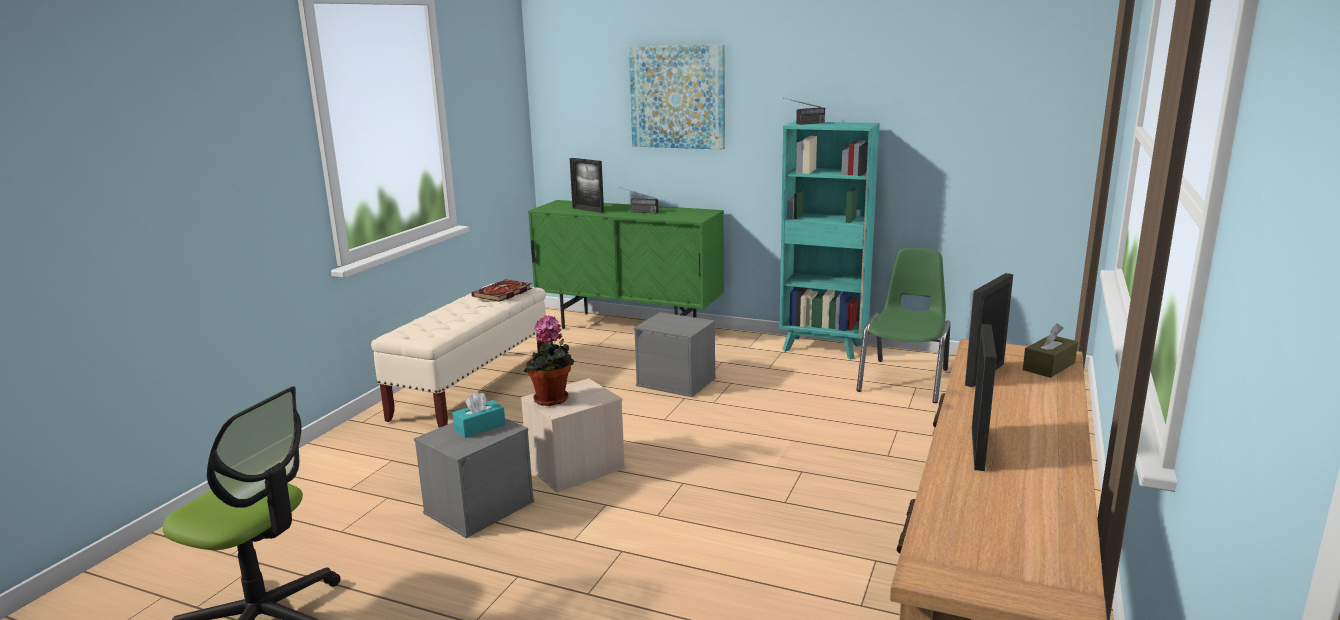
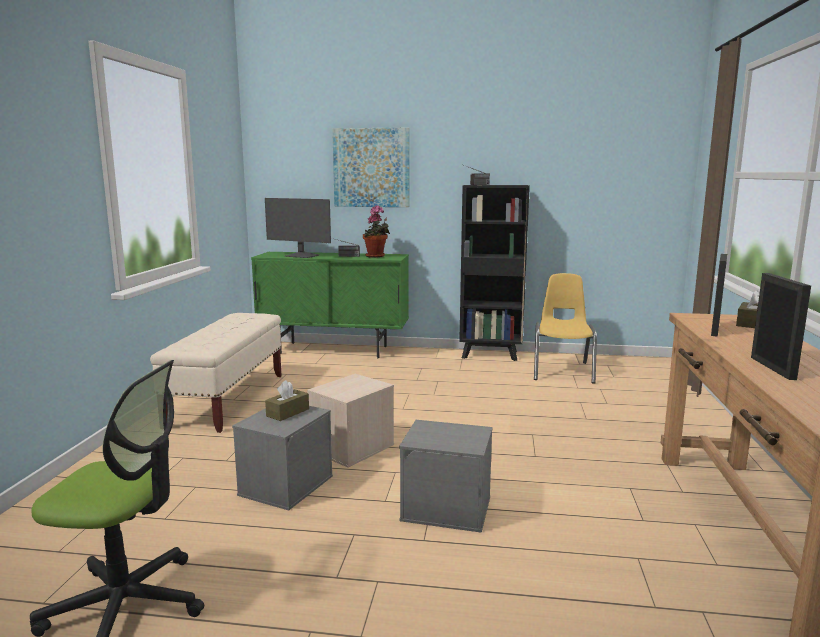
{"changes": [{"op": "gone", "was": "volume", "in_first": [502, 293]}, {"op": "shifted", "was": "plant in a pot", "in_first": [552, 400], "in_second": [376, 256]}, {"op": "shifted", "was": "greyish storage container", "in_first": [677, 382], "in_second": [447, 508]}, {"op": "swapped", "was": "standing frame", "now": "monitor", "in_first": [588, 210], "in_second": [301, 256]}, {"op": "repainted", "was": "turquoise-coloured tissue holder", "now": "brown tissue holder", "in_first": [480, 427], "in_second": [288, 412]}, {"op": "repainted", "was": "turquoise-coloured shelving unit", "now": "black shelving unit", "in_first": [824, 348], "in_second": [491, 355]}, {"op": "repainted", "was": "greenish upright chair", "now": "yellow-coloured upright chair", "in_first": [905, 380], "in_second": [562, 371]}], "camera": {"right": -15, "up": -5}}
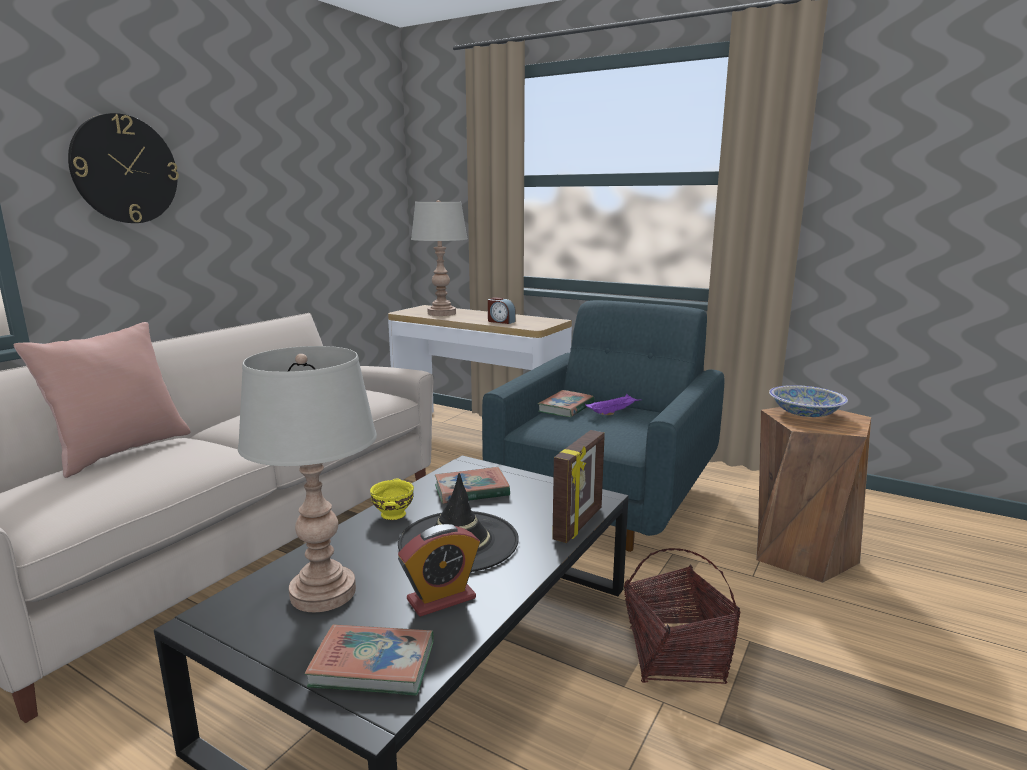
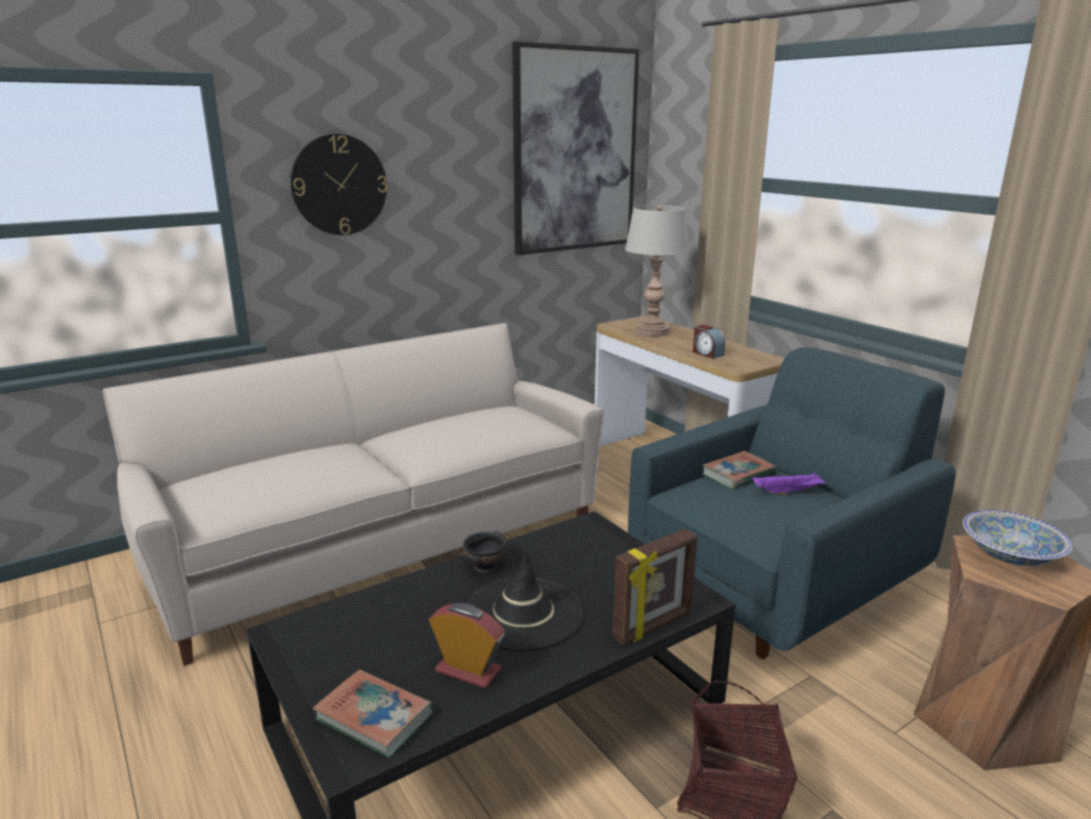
{"changes": [{"op": "gone", "was": "pinkish throw pillow", "in_first": [121, 451]}, {"op": "gone", "was": "greyish lamp for a table", "in_first": [323, 593]}, {"op": "gone", "was": "volume", "in_first": [471, 490]}, {"op": "new", "now": "picture", "in_second": [575, 151]}, {"op": "repainted", "was": "yellow-coloured bowl", "now": "black bowl", "in_first": [394, 514], "in_second": [486, 566]}, {"op": "rotated", "was": "table clock", "in_first": [441, 599], "in_second": [468, 671], "clockwise": -150}], "camera": {"right": 25, "up": 5}}
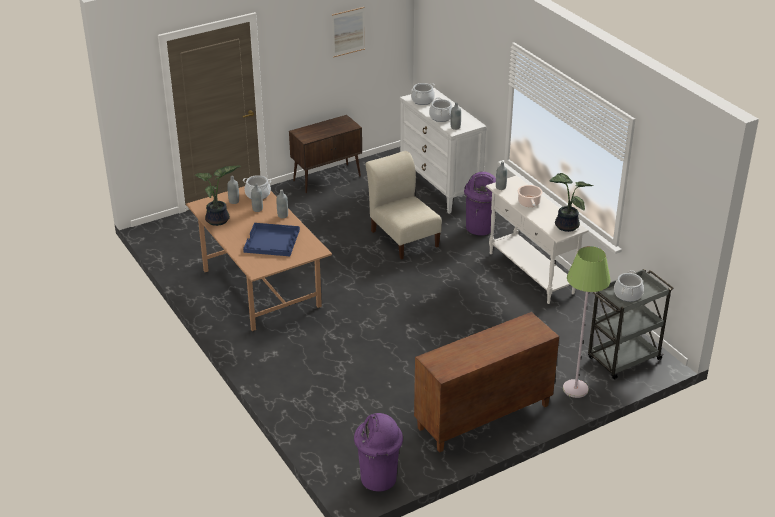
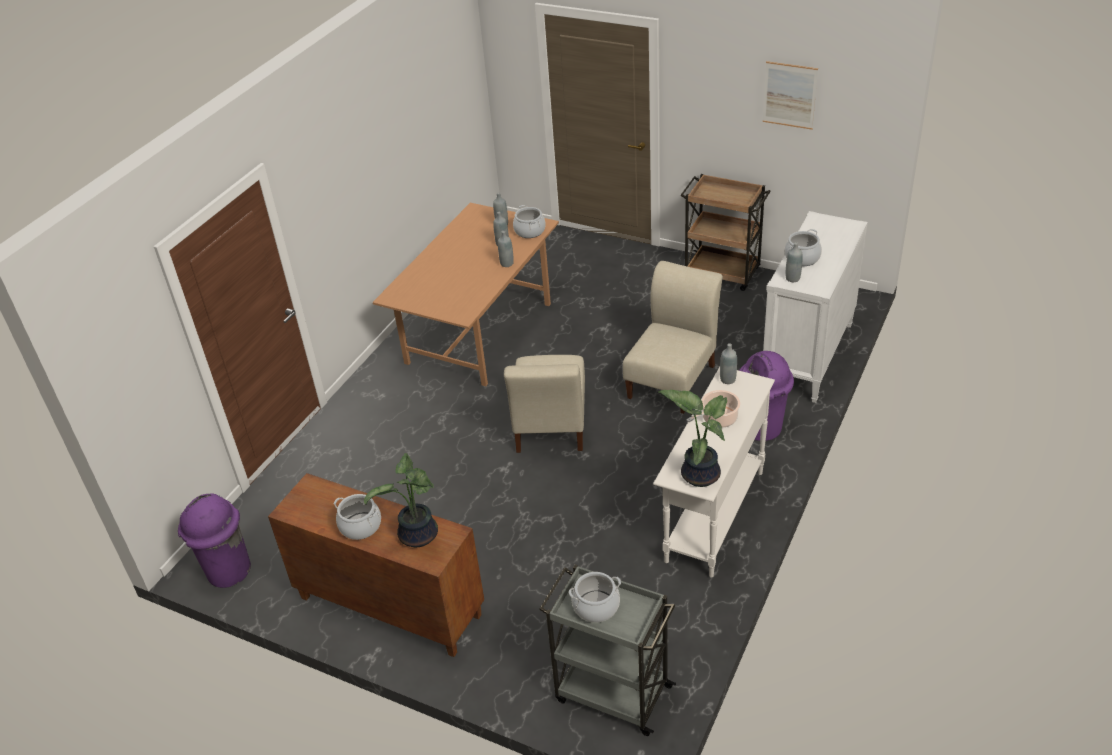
{"changes": [{"op": "gone", "was": "blue tray", "in_first": [272, 241]}, {"op": "gone", "was": "greenish floor lamp", "in_first": [575, 389]}, {"op": "new", "now": "sand-coloured upright chair", "in_second": [550, 426]}, {"op": "shifted", "was": "plant in a pot", "in_first": [218, 220], "in_second": [418, 537]}, {"op": "shifted", "was": "saucepot", "in_first": [422, 100], "in_second": [360, 526]}, {"op": "swapped", "was": "brown storage cabinet", "now": "brown cart", "in_first": [327, 178], "in_second": [722, 273]}], "camera": {"right": 60, "up": 5}}
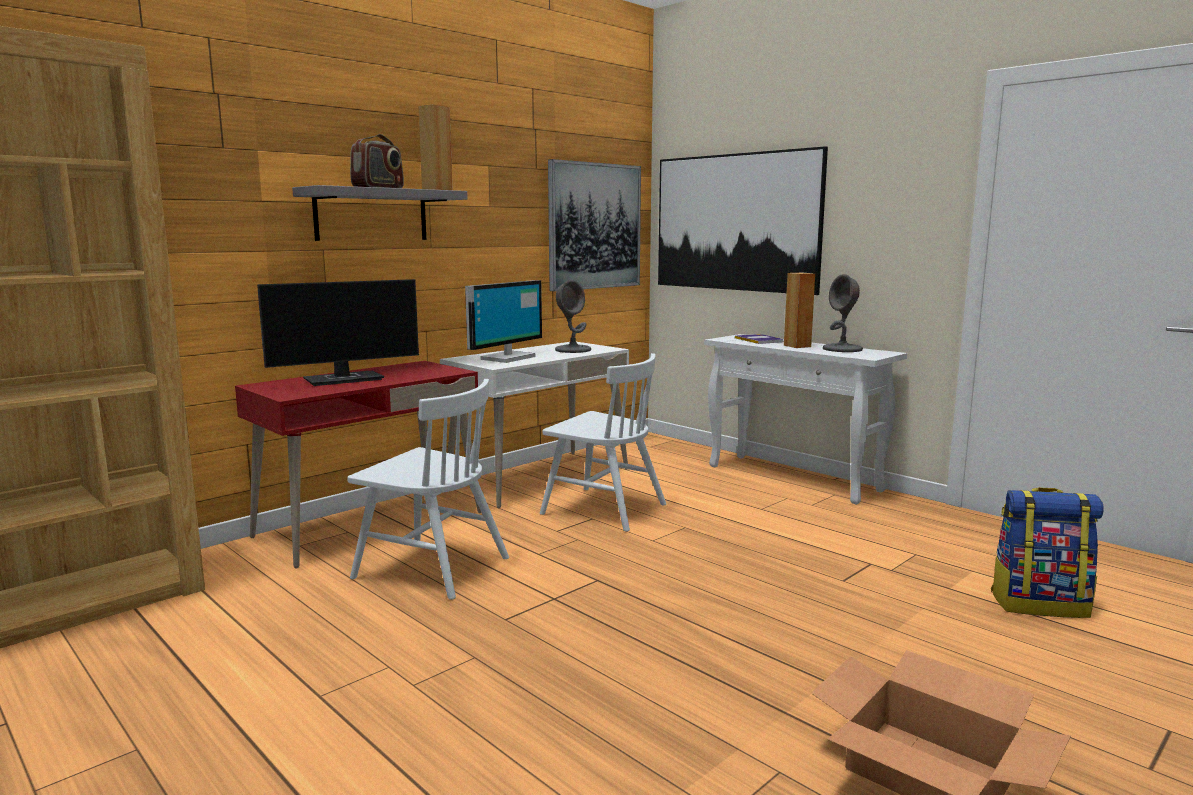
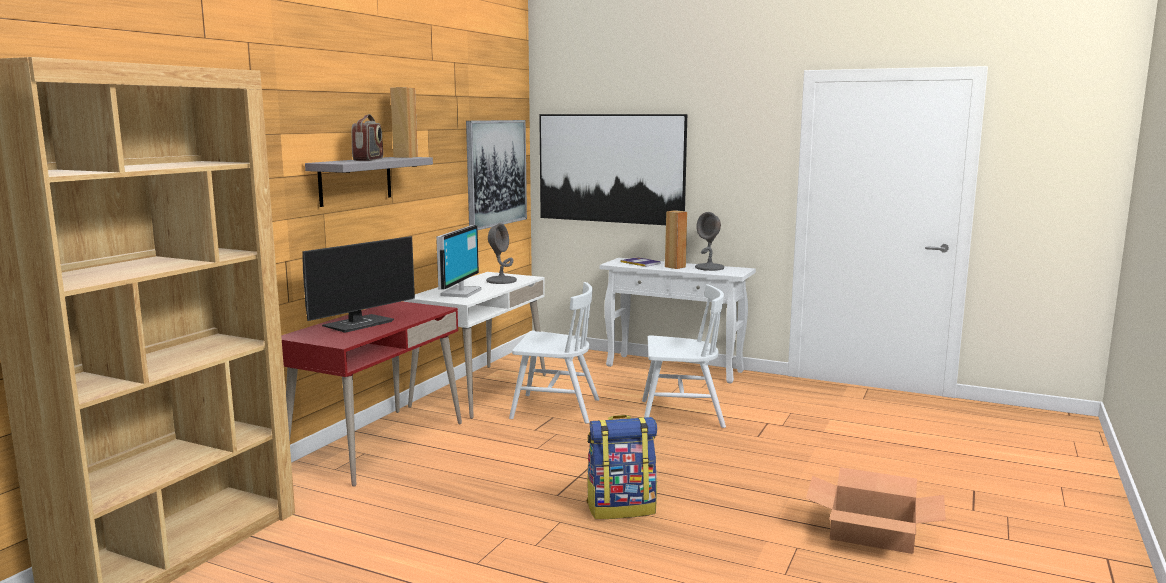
{"changes": [{"op": "shifted", "was": "whitish upright chair", "in_first": [431, 567], "in_second": [681, 414]}, {"op": "shifted", "was": "knapsack", "in_first": [1039, 604], "in_second": [621, 508]}], "camera": {"right": -20, "up": 0}}
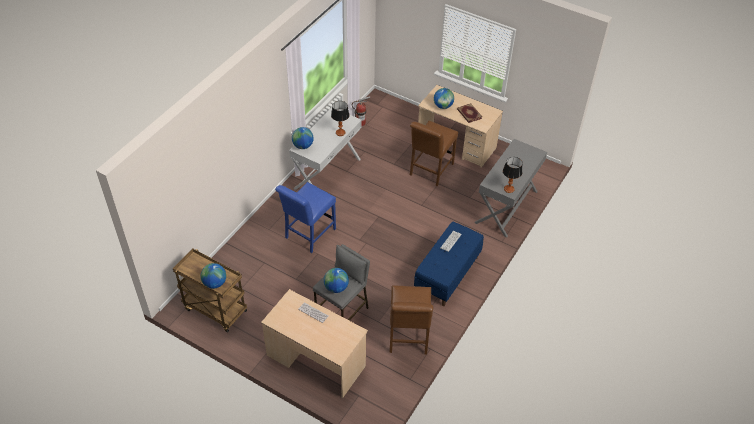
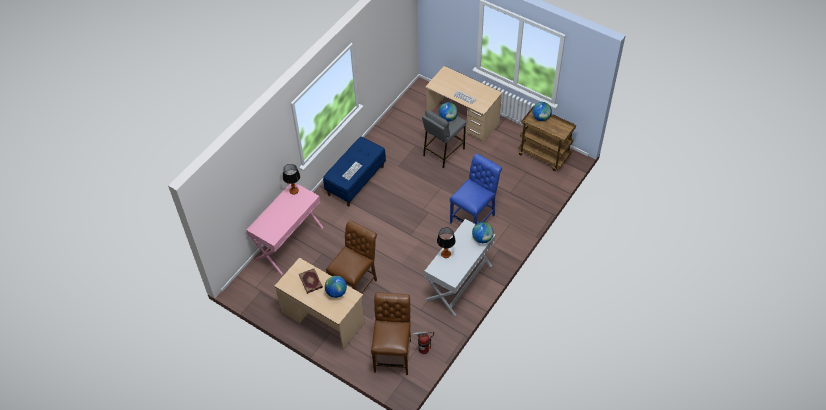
{"changes": [{"op": "shifted", "was": "brown upright chair", "in_first": [408, 338], "in_second": [393, 353]}, {"op": "repainted", "was": "greyish hall table", "now": "pinkish hall table", "in_first": [506, 207], "in_second": [289, 243]}], "camera": {"right": -175, "up": 5}}
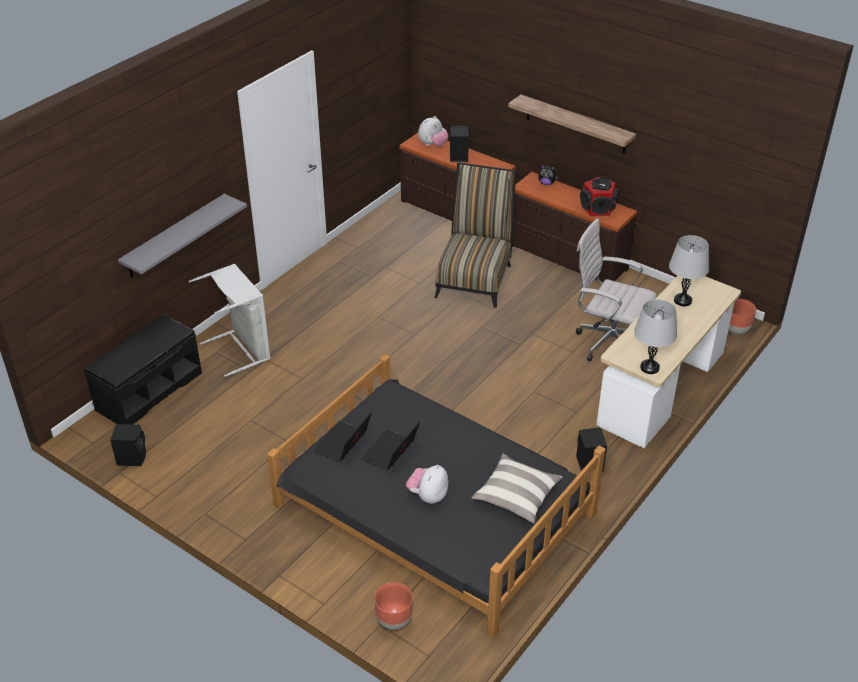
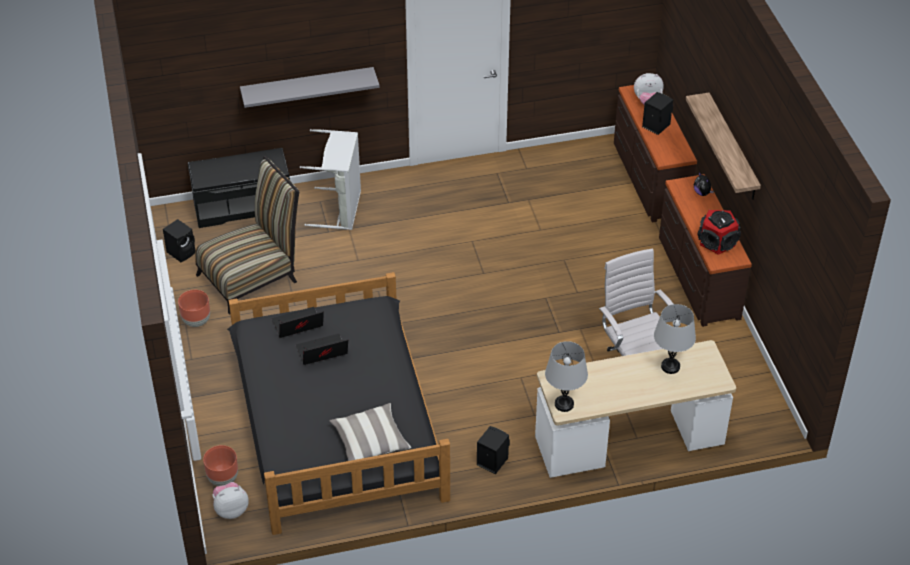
{"changes": [{"op": "shifted", "was": "cuddly toy", "in_first": [428, 496], "in_second": [231, 510]}, {"op": "shifted", "was": "upright chair", "in_first": [474, 277], "in_second": [252, 275]}, {"op": "shifted", "was": "brown planter", "in_first": [736, 330], "in_second": [196, 321]}], "camera": {"right": 40, "up": 5}}
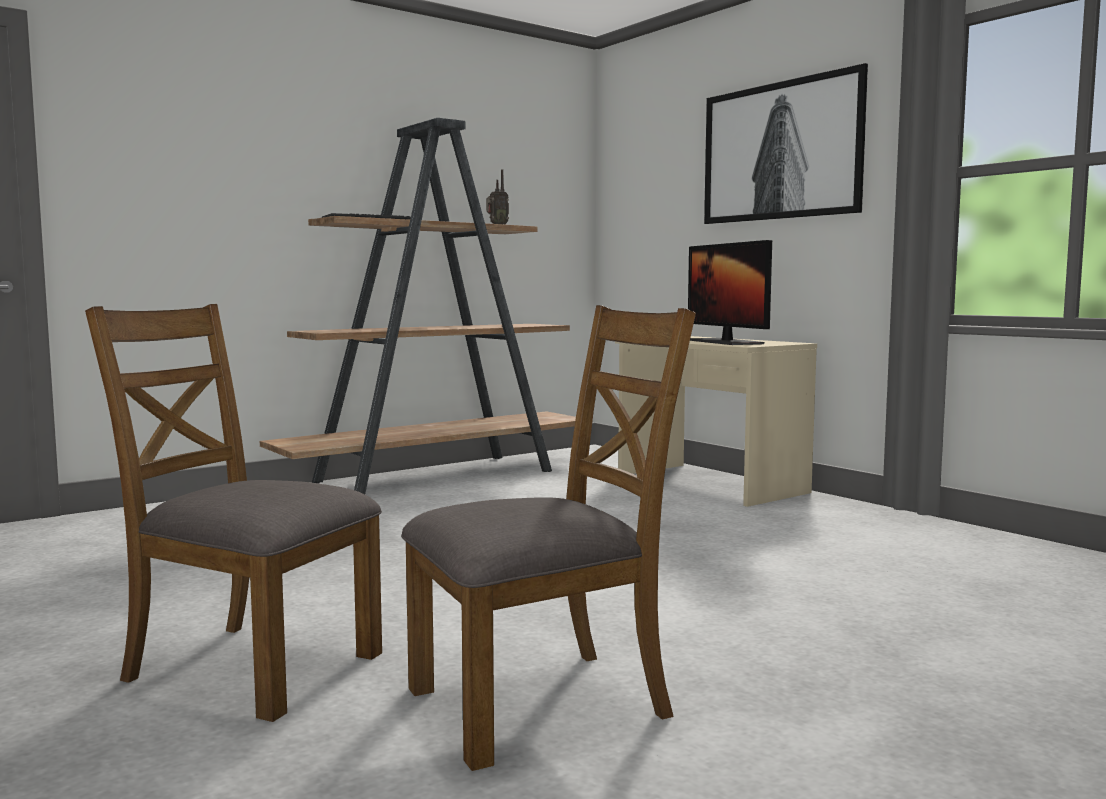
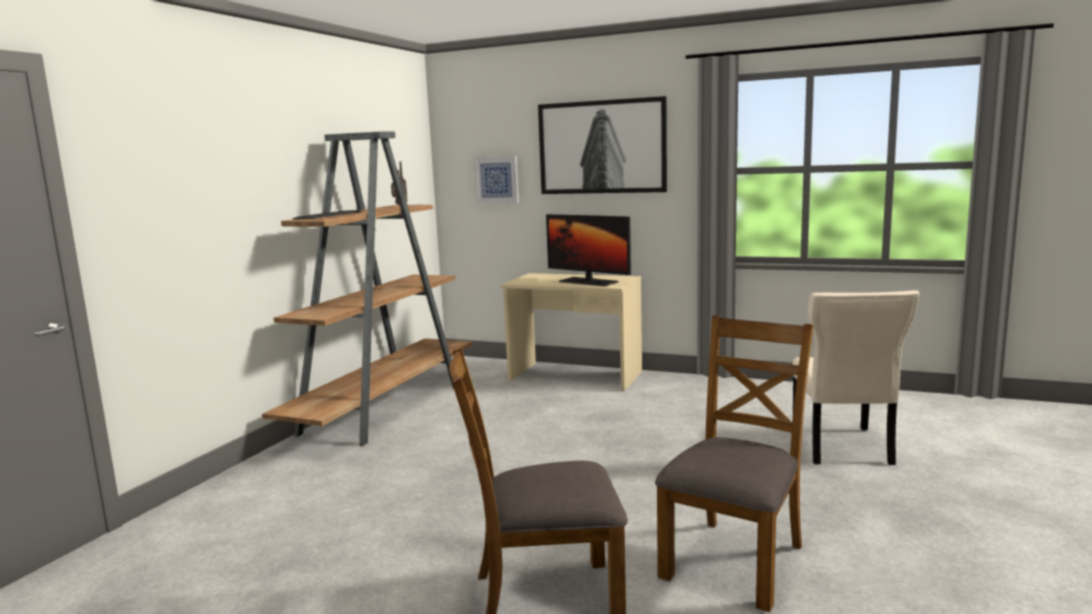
{"changes": [{"op": "new", "now": "picture", "in_second": [497, 179]}, {"op": "new", "now": "sand-coloured upright chair", "in_second": [841, 448]}], "camera": {"right": -30, "up": 5}}
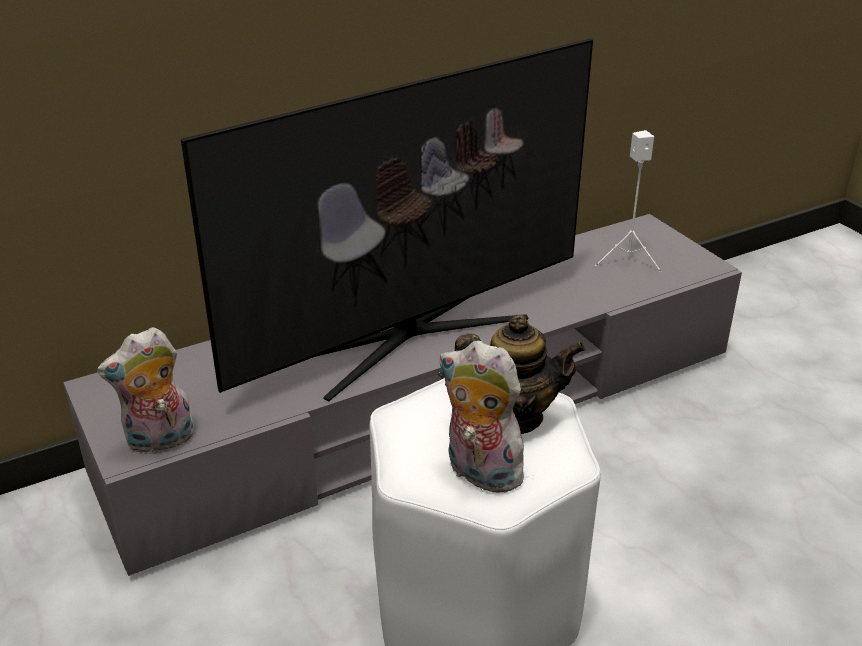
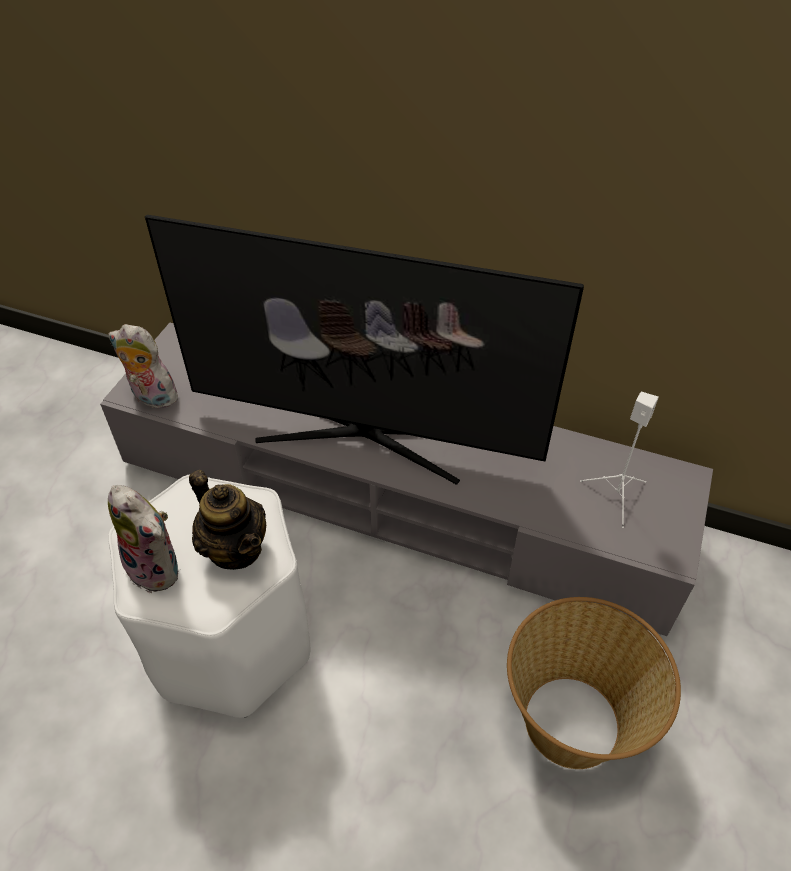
{"changes": [{"op": "new", "now": "basket", "in_second": [572, 720]}, {"op": "rotated", "was": "cuddly toy", "in_first": [479, 473], "in_second": [158, 567], "clockwise": 135}], "camera": {"right": 50, "up": 15}}
